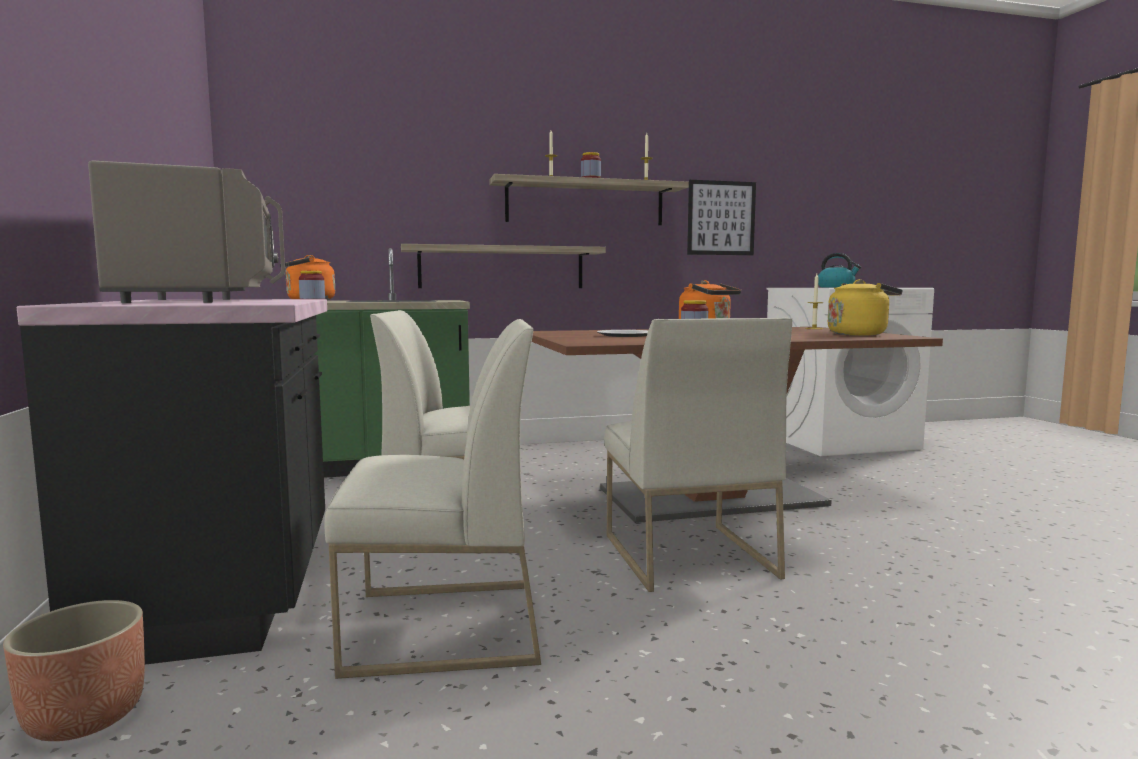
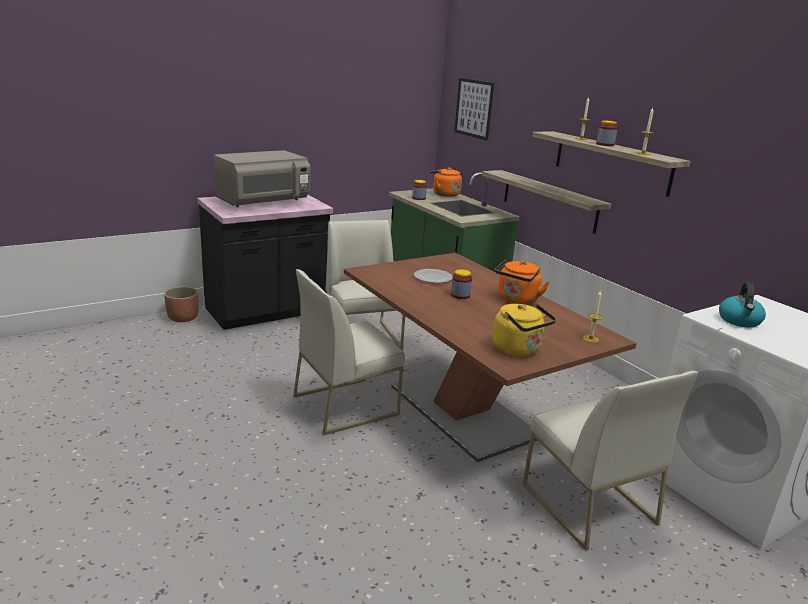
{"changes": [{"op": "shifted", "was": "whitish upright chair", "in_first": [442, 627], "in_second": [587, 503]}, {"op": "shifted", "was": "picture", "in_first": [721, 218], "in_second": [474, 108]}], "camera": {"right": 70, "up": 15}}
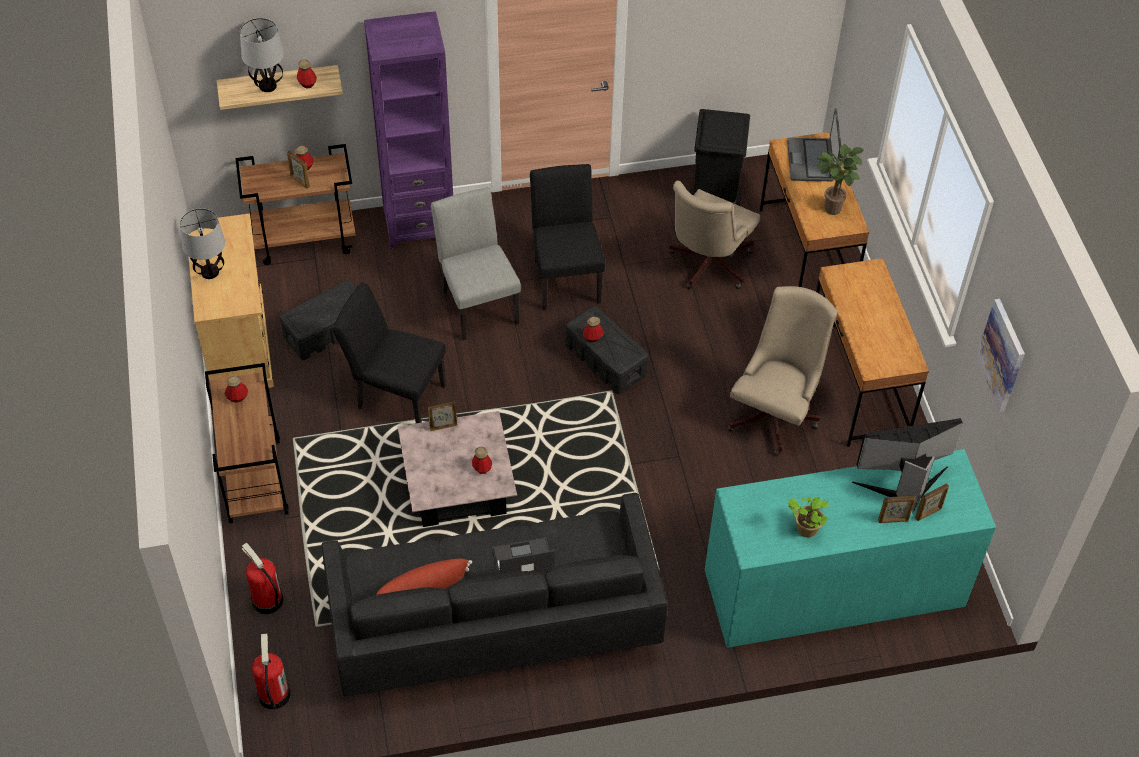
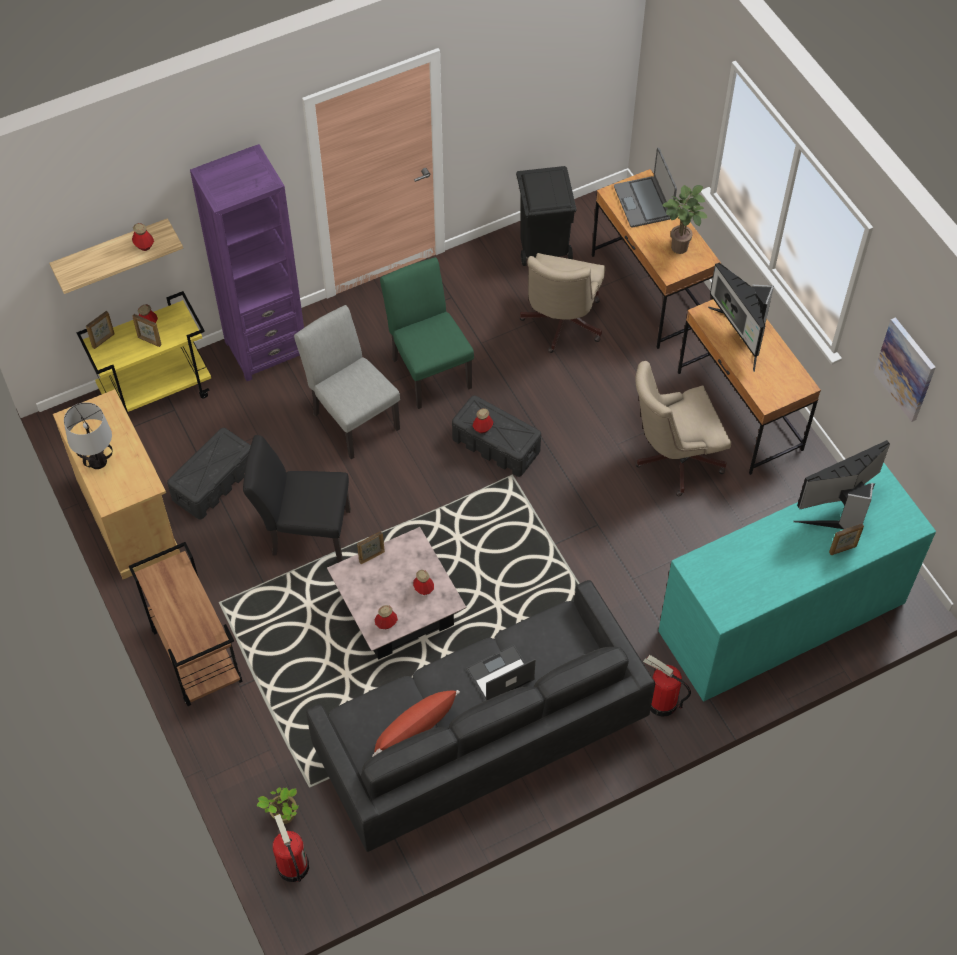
{"changes": [{"op": "gone", "was": "lamp for a table", "in_first": [267, 86]}, {"op": "new", "now": "monitor", "in_second": [741, 334]}, {"op": "shifted", "was": "bottle", "in_first": [237, 397], "in_second": [386, 623]}, {"op": "shifted", "was": "extinguisher", "in_first": [267, 600], "in_second": [661, 702]}, {"op": "shifted", "was": "plant in a pot", "in_first": [805, 529], "in_second": [283, 815]}, {"op": "shifted", "was": "standing frame", "in_first": [928, 513], "in_second": [103, 340]}, {"op": "repainted", "was": "brown cart", "now": "yellow-coloured cart", "in_first": [305, 239], "in_second": [157, 392]}, {"op": "repainted", "was": "black upright chair", "now": "greenish upright chair", "in_first": [565, 276], "in_second": [428, 368]}, {"op": "rotated", "was": "sand-coloured computer chair", "in_first": [775, 413], "in_second": [673, 458], "clockwise": -120}], "camera": {"right": -15, "up": 5}}
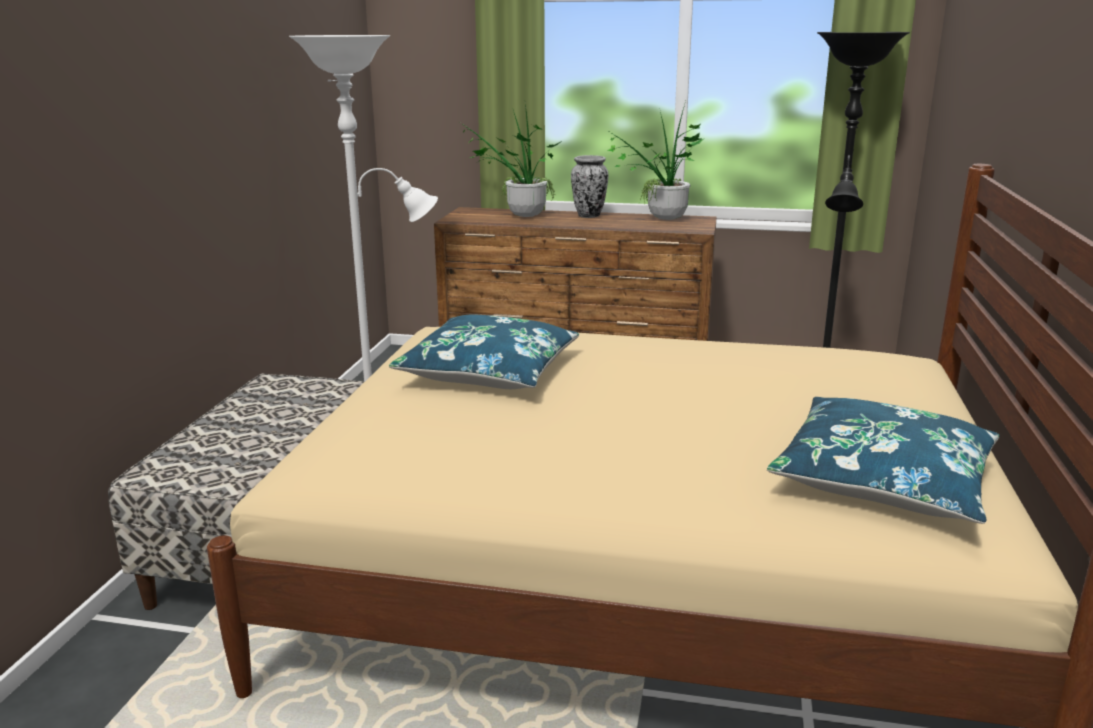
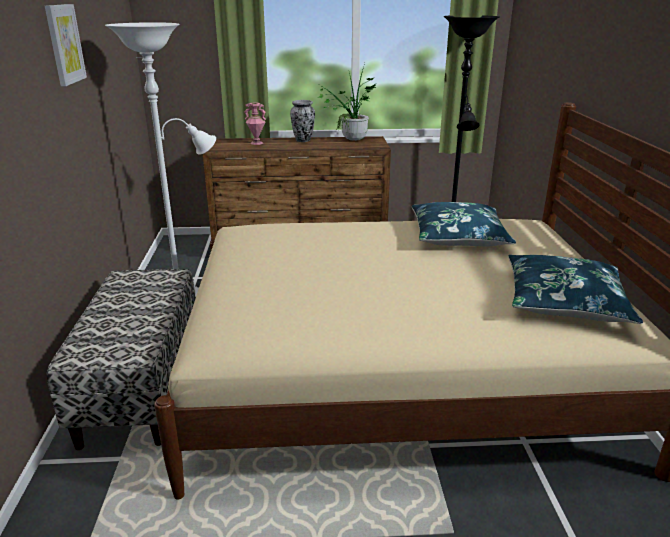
{"changes": [{"op": "new", "now": "picture", "in_second": [64, 44]}, {"op": "shifted", "was": "blue throw pillow", "in_first": [489, 371], "in_second": [458, 236]}, {"op": "swapped", "was": "plant in a pot", "now": "pinkish flower vase", "in_first": [518, 216], "in_second": [256, 143]}], "camera": {"right": -15, "up": 5}}
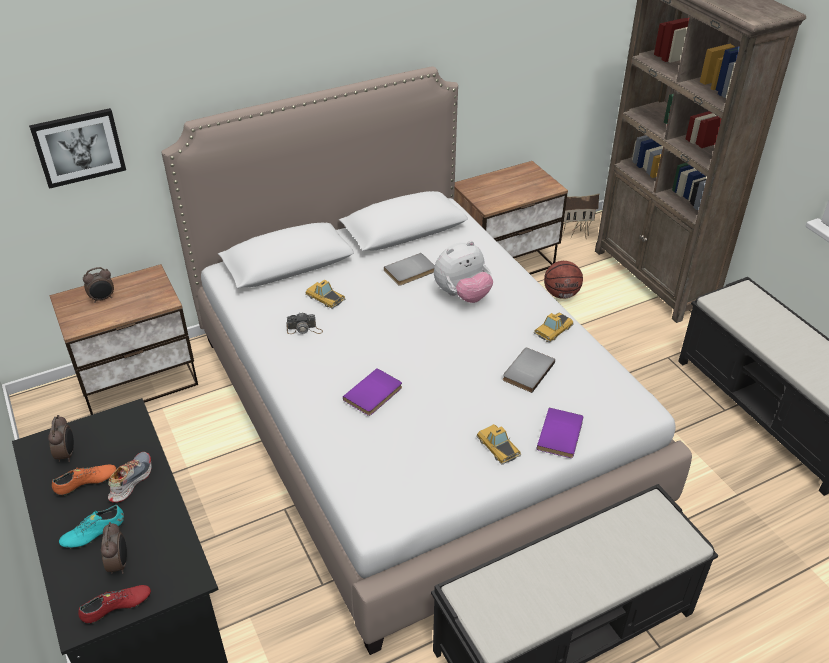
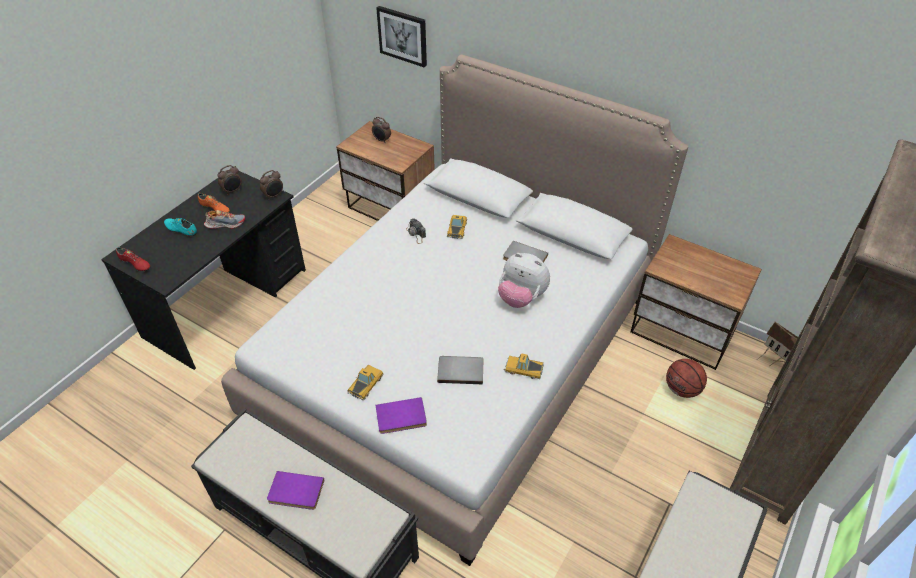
{"changes": [{"op": "shifted", "was": "table clock", "in_first": [119, 563], "in_second": [274, 196]}, {"op": "shifted", "was": "purplish volume", "in_first": [374, 394], "in_second": [295, 493]}], "camera": {"right": 60, "up": 5}}
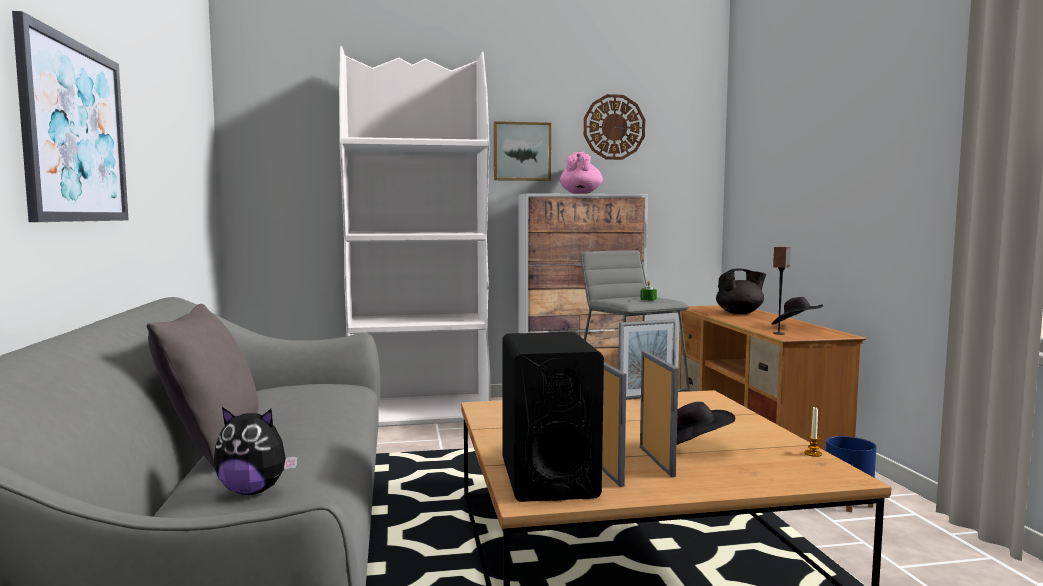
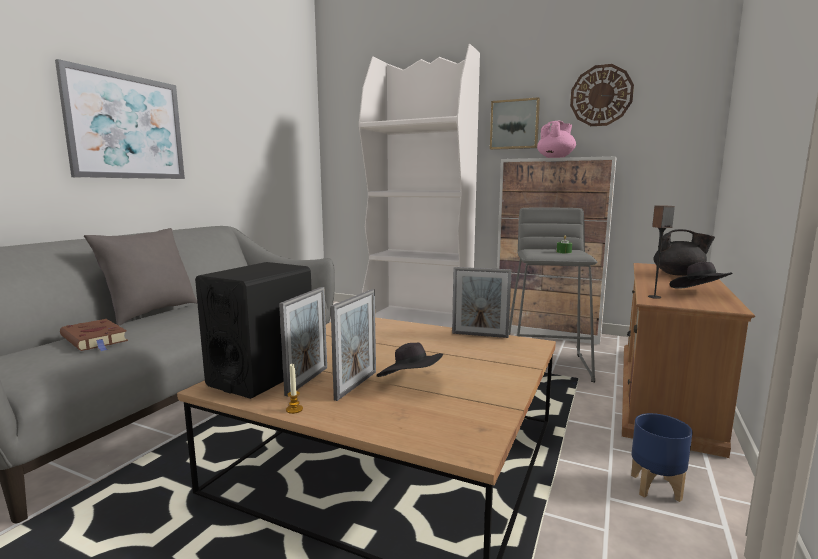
{"changes": [{"op": "shifted", "was": "wax light", "in_first": [813, 454], "in_second": [294, 409]}, {"op": "swapped", "was": "cuddly toy", "now": "brown volume", "in_first": [254, 491], "in_second": [95, 339]}], "camera": {"right": 35, "up": 5}}
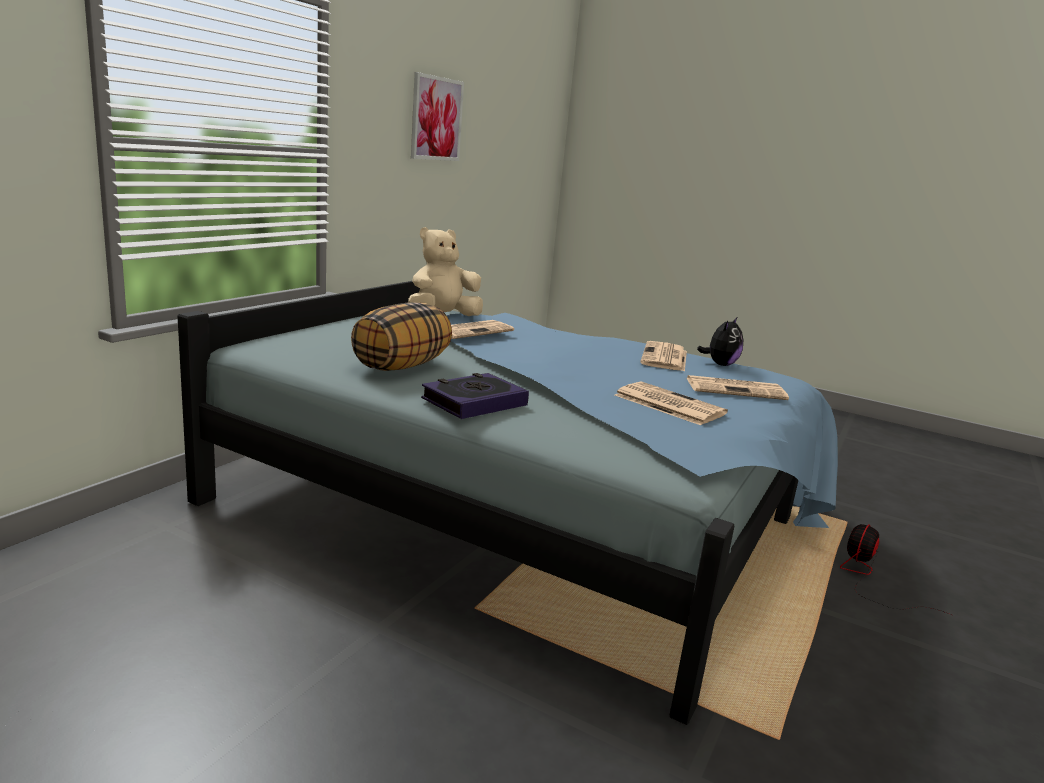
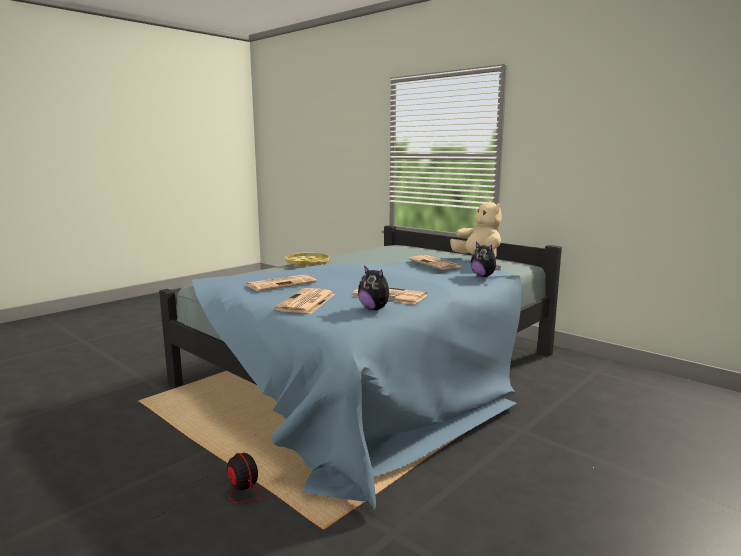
{"changes": [{"op": "gone", "was": "throw pillow", "in_first": [401, 366]}, {"op": "gone", "was": "picture", "in_first": [436, 119]}, {"op": "new", "now": "cuddly toy", "in_second": [483, 276]}, {"op": "swapped", "was": "volume", "now": "yellow-coloured tray", "in_first": [474, 402], "in_second": [307, 263]}], "camera": {"right": 105, "up": -5}}
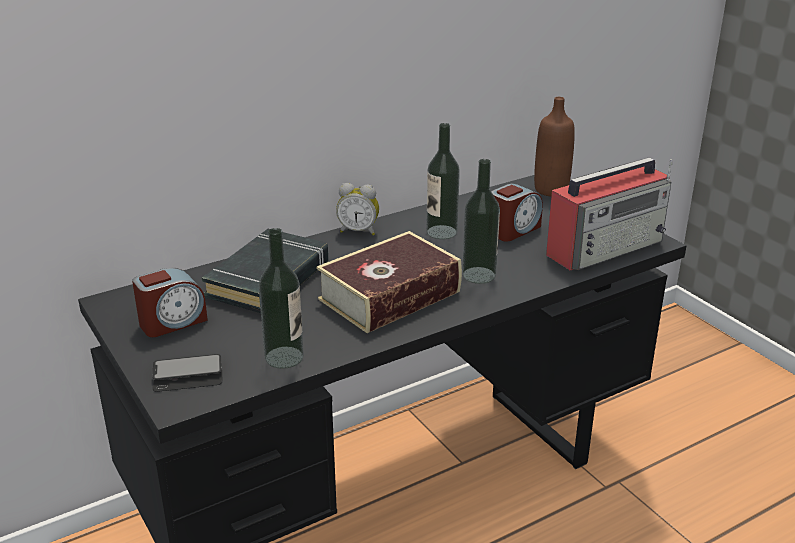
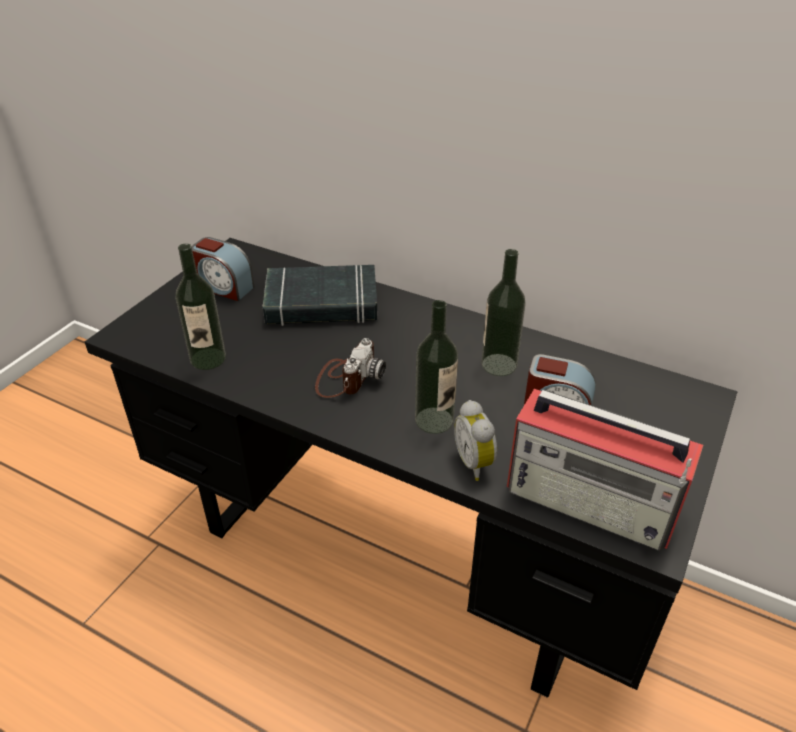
{"changes": [{"op": "gone", "was": "telephone", "in_first": [187, 375]}, {"op": "gone", "was": "brown bottle", "in_first": [551, 190]}, {"op": "shifted", "was": "table clock", "in_first": [358, 231], "in_second": [476, 463]}, {"op": "swapped", "was": "volume", "now": "still camera", "in_first": [389, 296], "in_second": [347, 377]}], "camera": {"right": 60, "up": 10}}
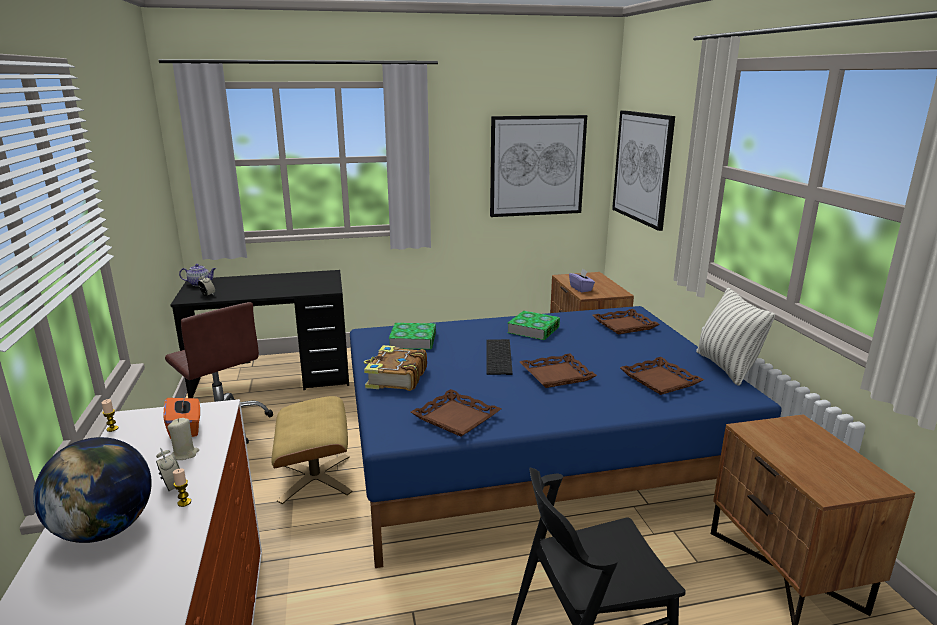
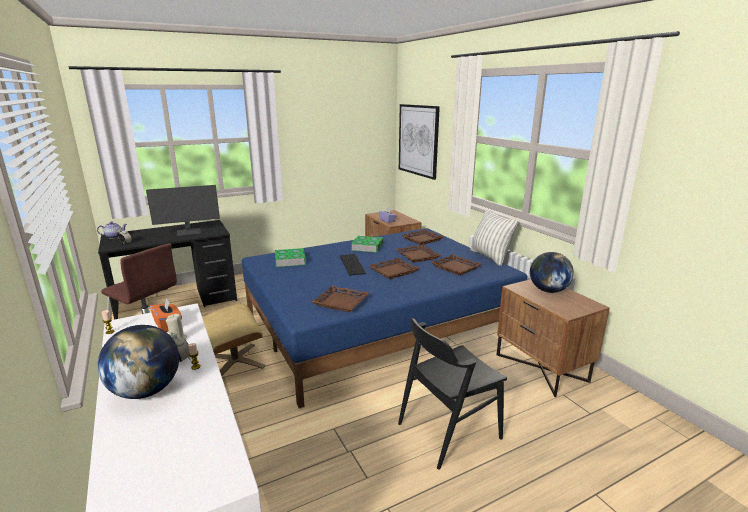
{"changes": [{"op": "gone", "was": "volume", "in_first": [395, 378]}, {"op": "gone", "was": "picture", "in_first": [537, 166]}, {"op": "new", "now": "monitor", "in_second": [189, 232]}, {"op": "new", "now": "brown tray", "in_second": [417, 256]}, {"op": "new", "now": "desk globe", "in_second": [548, 290]}], "camera": {"right": -15, "up": 0}}
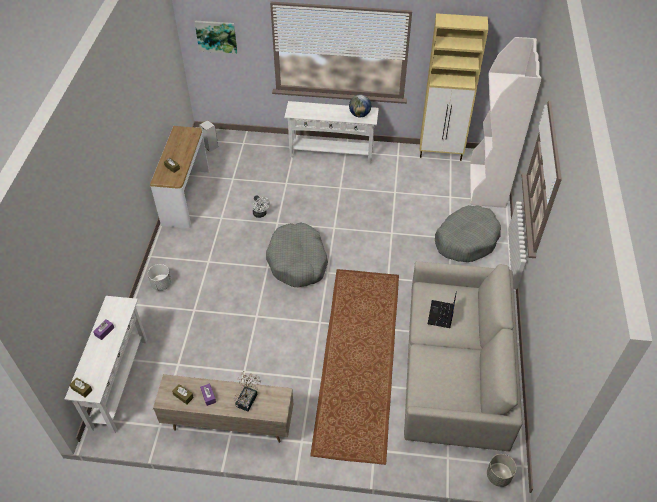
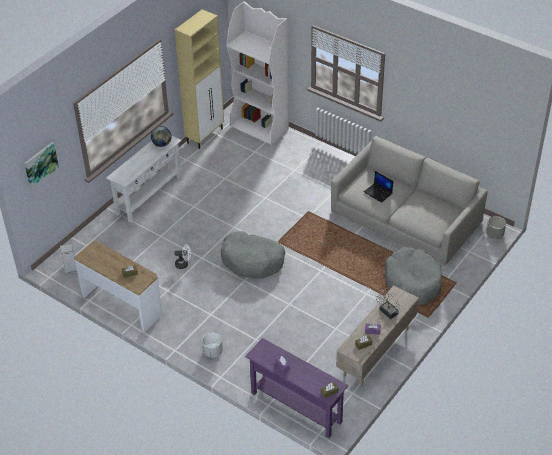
{"changes": [{"op": "shifted", "was": "greyish dog cushion", "in_first": [466, 240], "in_second": [413, 282]}, {"op": "repainted", "was": "whitish hall table", "now": "purplish hall table", "in_first": [118, 382], "in_second": [296, 407]}], "camera": {"right": -60, "up": -5}}
